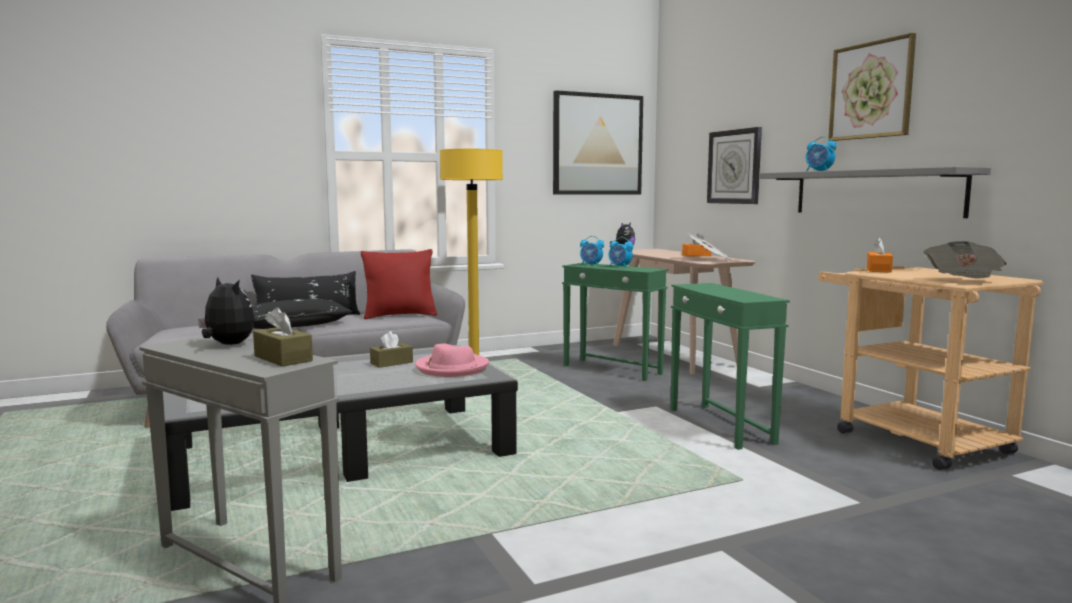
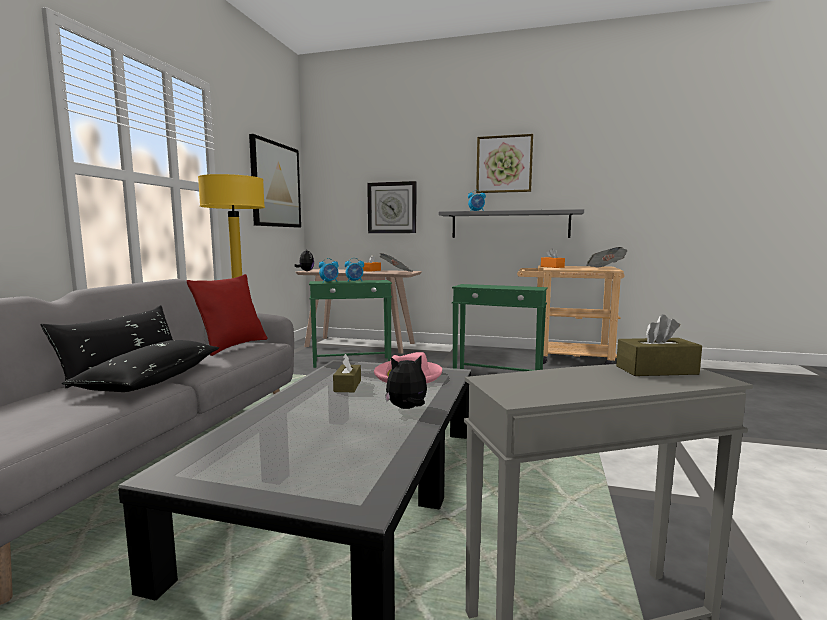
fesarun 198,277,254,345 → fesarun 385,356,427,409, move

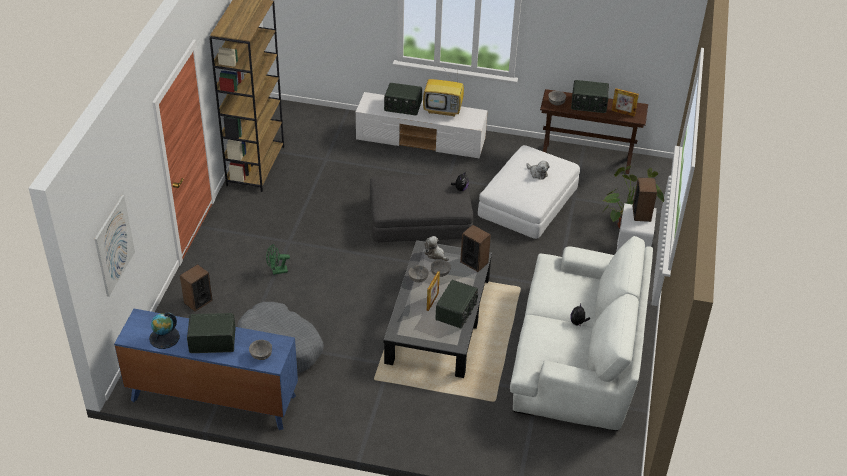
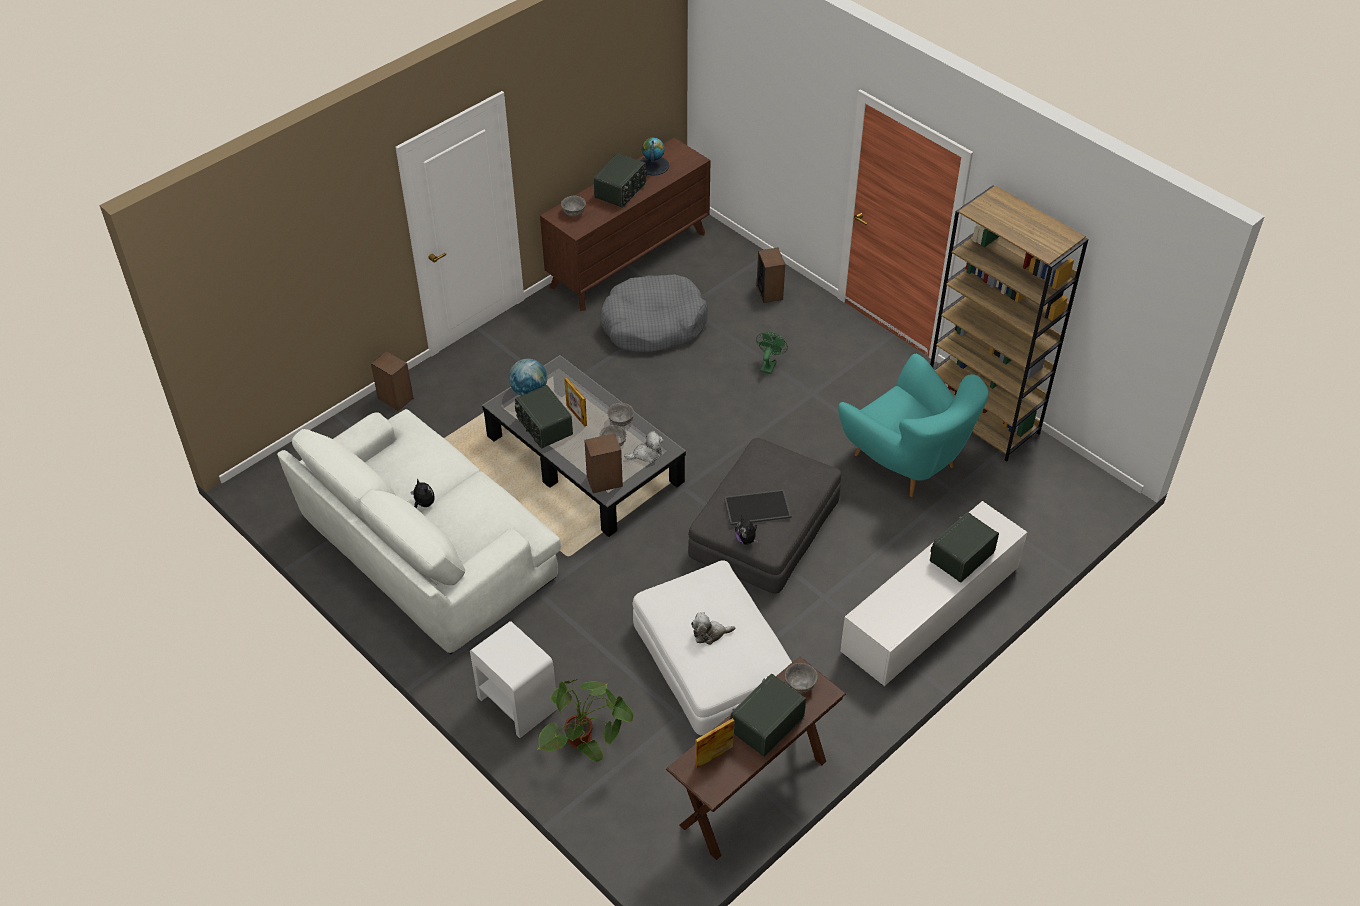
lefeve 423,72,464,117 → -
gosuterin 633,177,657,222 → gosuterin 371,351,413,411, move
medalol 95,195,135,297 → -
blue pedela 114,309,298,430 → brown pedela 540,138,711,311
- → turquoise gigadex 838,354,989,497
- → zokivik 509,359,547,396
- → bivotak 724,489,791,525

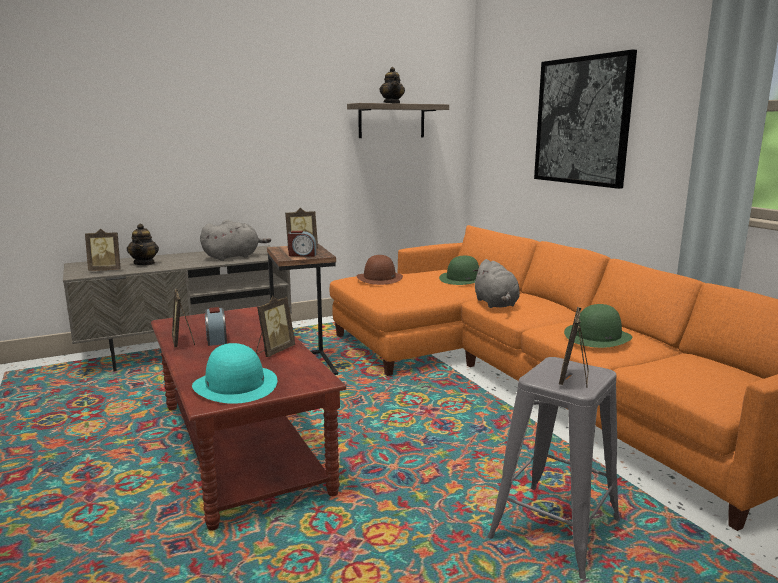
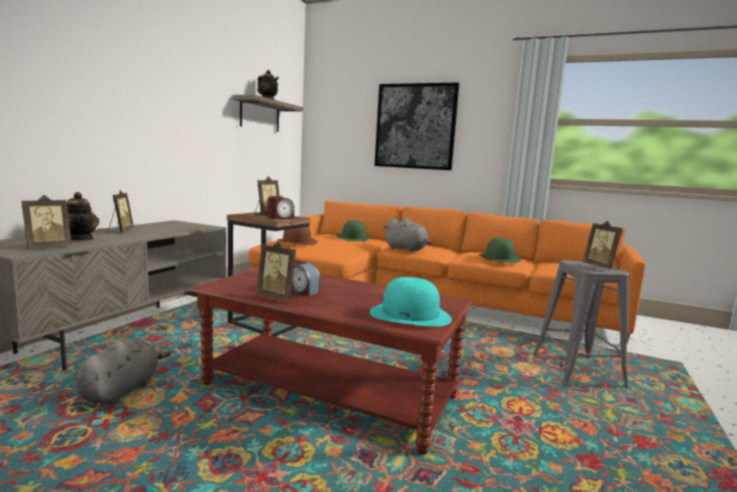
grey fesarun 200,220,271,261 → grey fesarun 76,339,171,404, move
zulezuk 256,296,295,357 → zulezuk 108,190,134,233, move

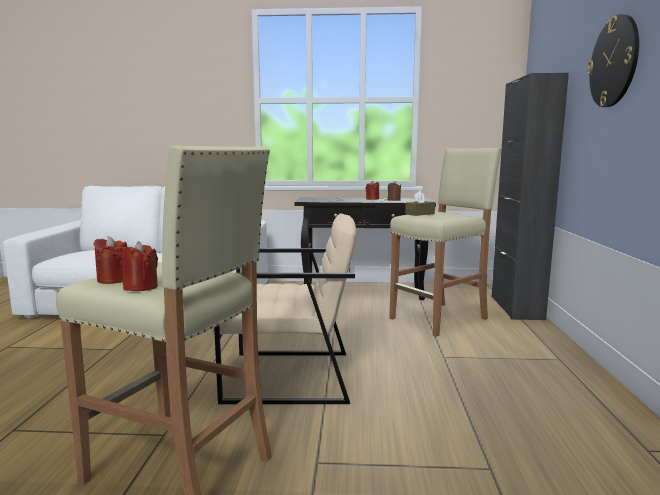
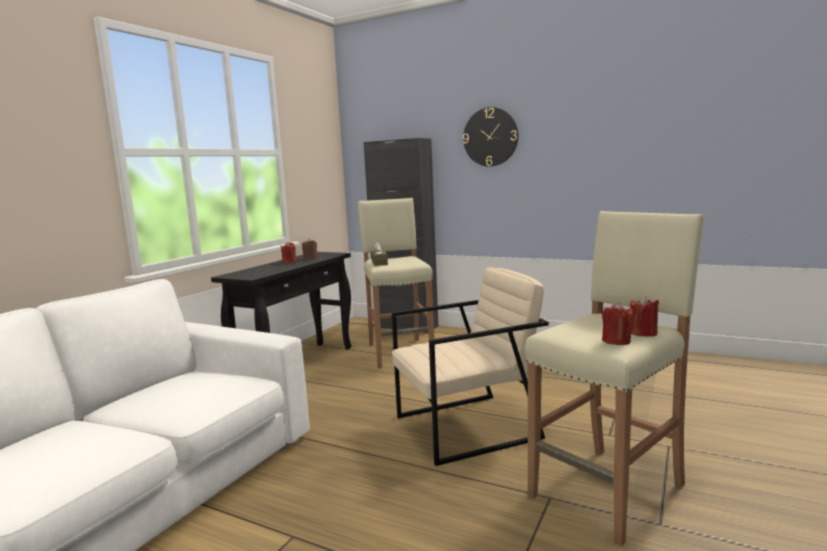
beige gigadex 212,213,356,404 → beige gigadex 391,267,549,466, 45 degrees clockwise

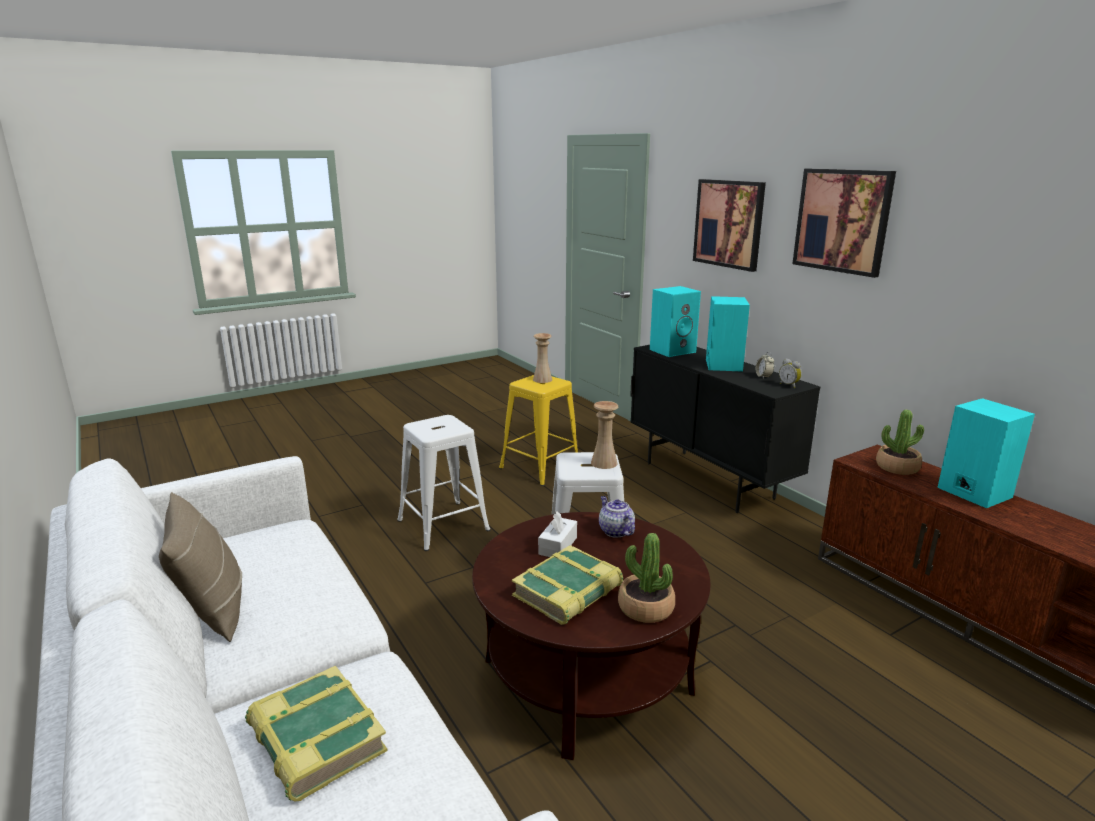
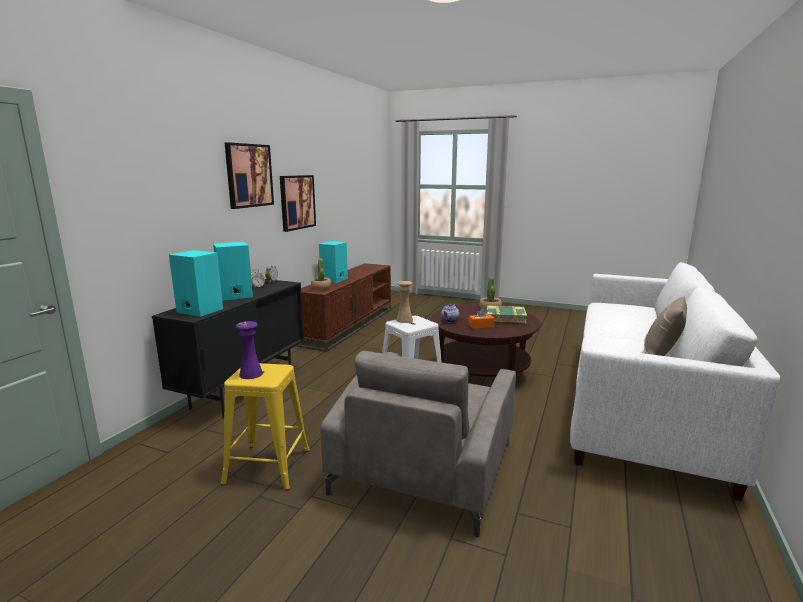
medalol 693,179,766,272 → medalol 280,175,316,232, move
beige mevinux 533,333,552,383 → purple mevinux 236,321,263,379
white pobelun 397,415,490,551 → grey gigadex 321,351,516,537
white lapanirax 538,511,577,557 → orange lapanirax 468,308,495,329
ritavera 245,666,388,802 → -

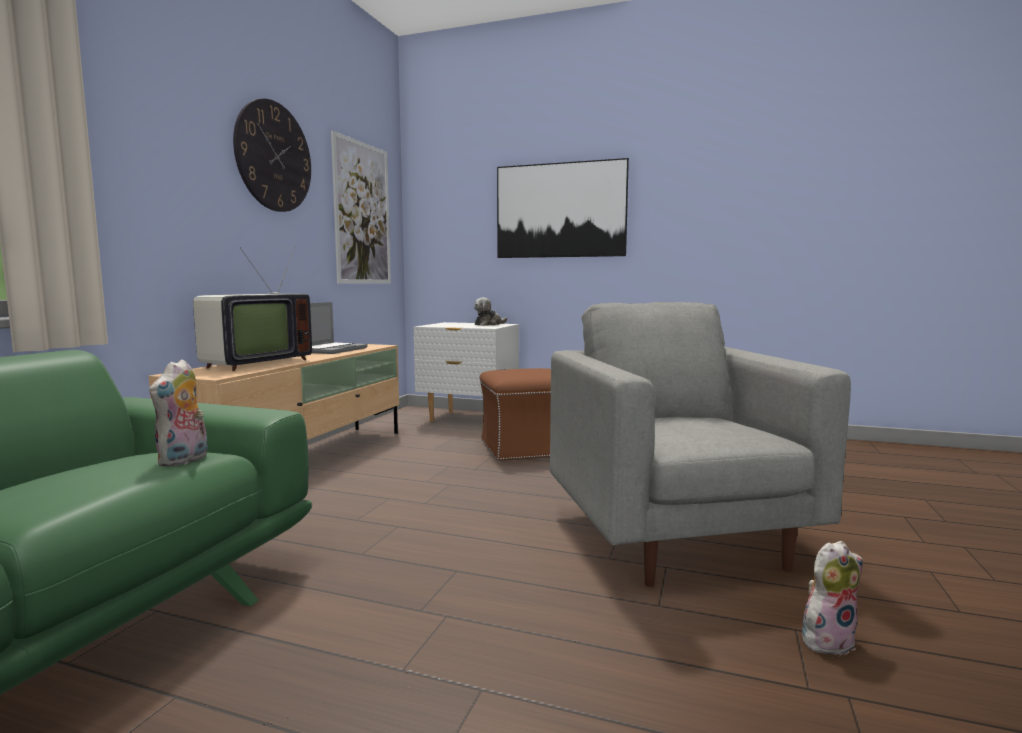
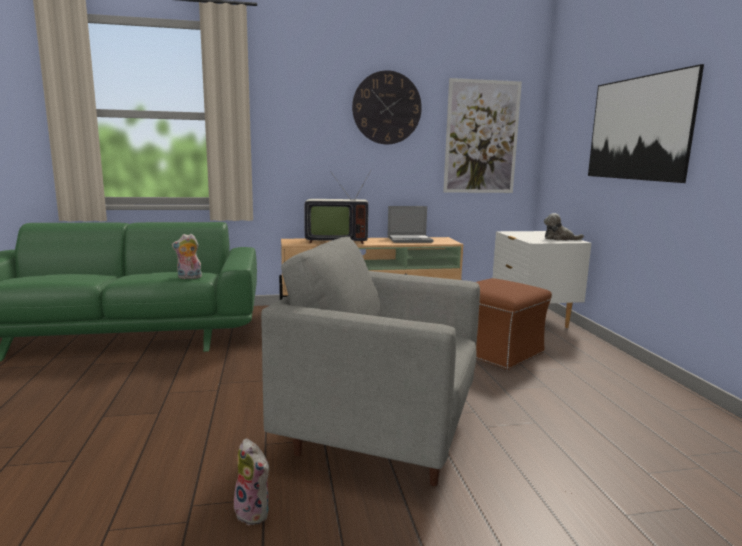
grey gigadex 550,302,851,587 → grey gigadex 261,237,480,486, 120 degrees counterclockwise

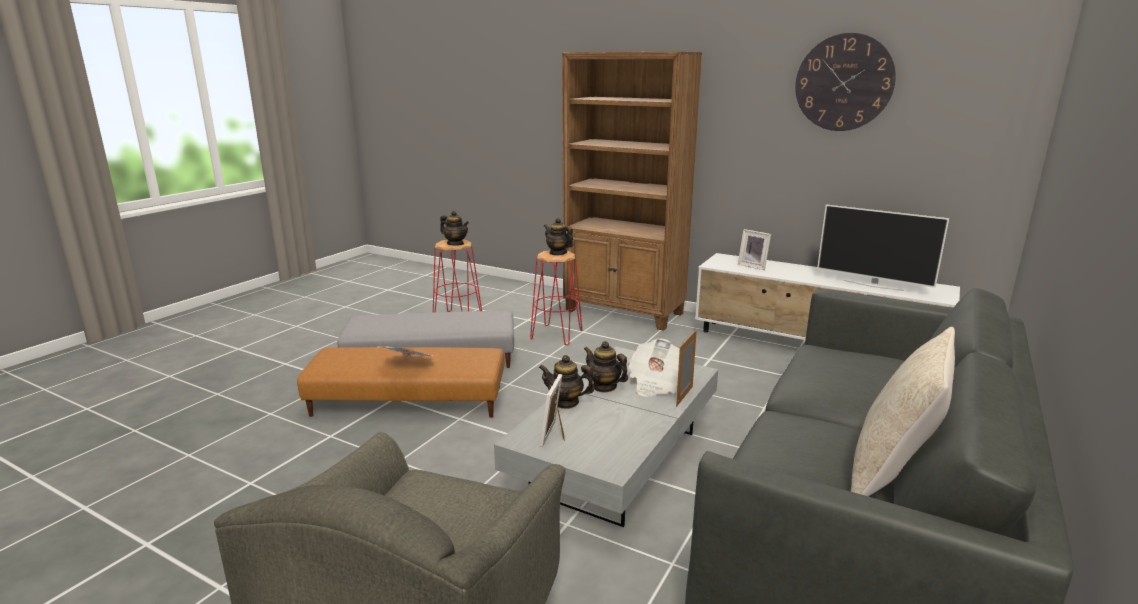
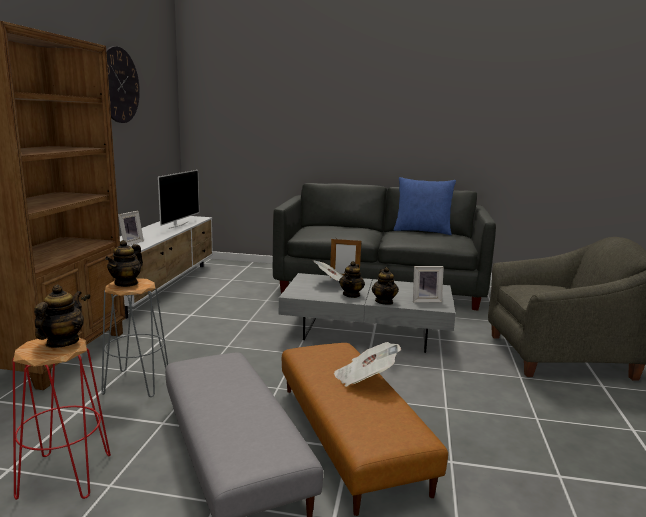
red pobelun 530,250,582,345 → grey pobelun 101,278,168,397
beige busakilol 851,327,955,496 → blue busakilol 394,177,456,235

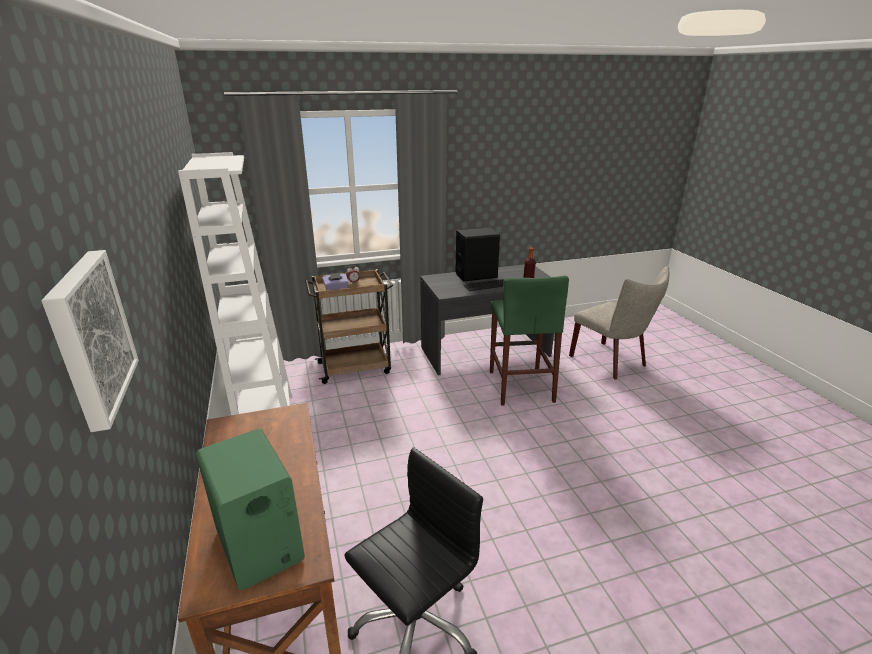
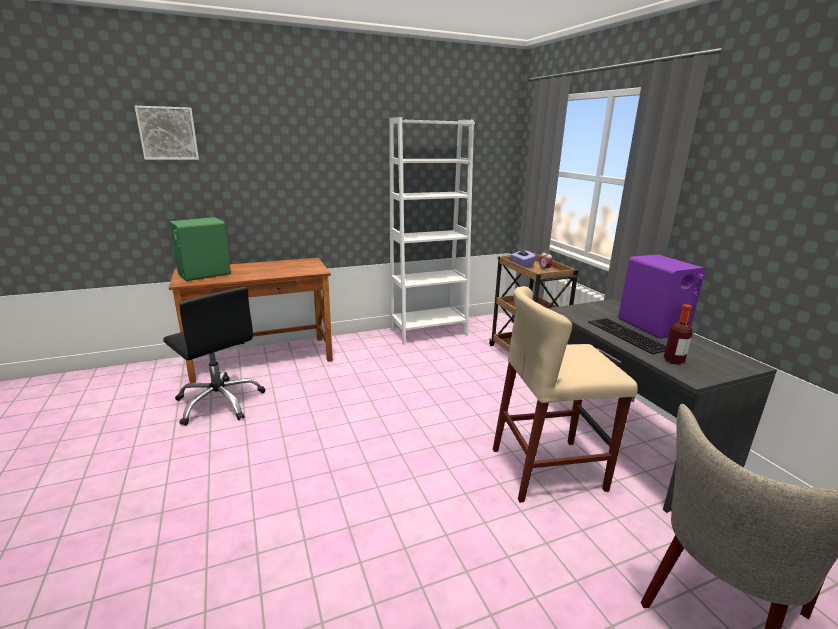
black gosuterin 456,228,500,282 → purple gosuterin 618,254,705,339
green pobelun 490,276,569,406 → beige pobelun 493,286,638,503

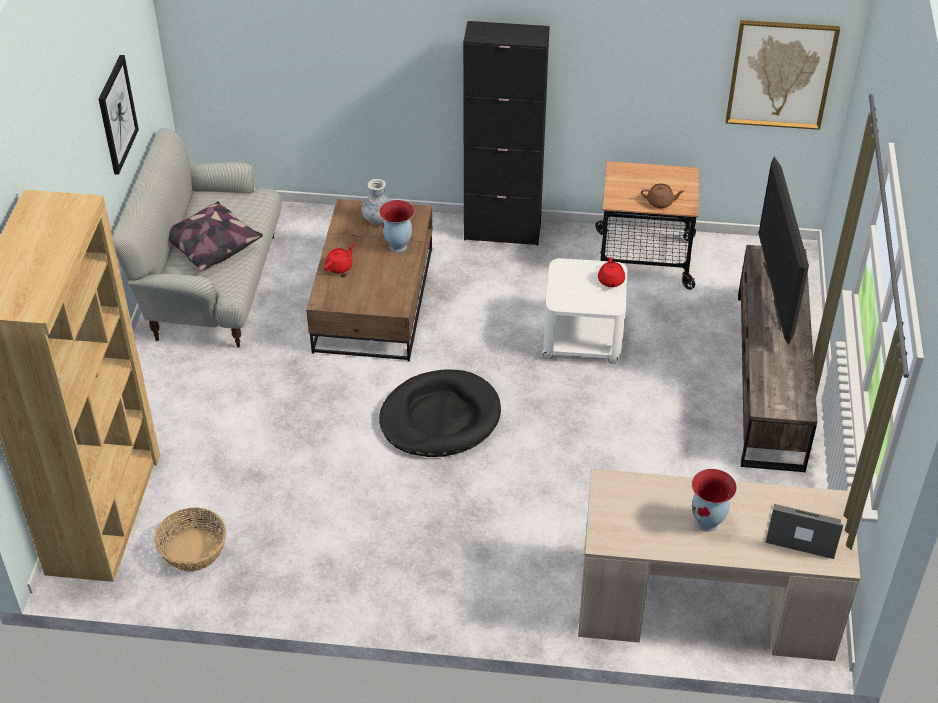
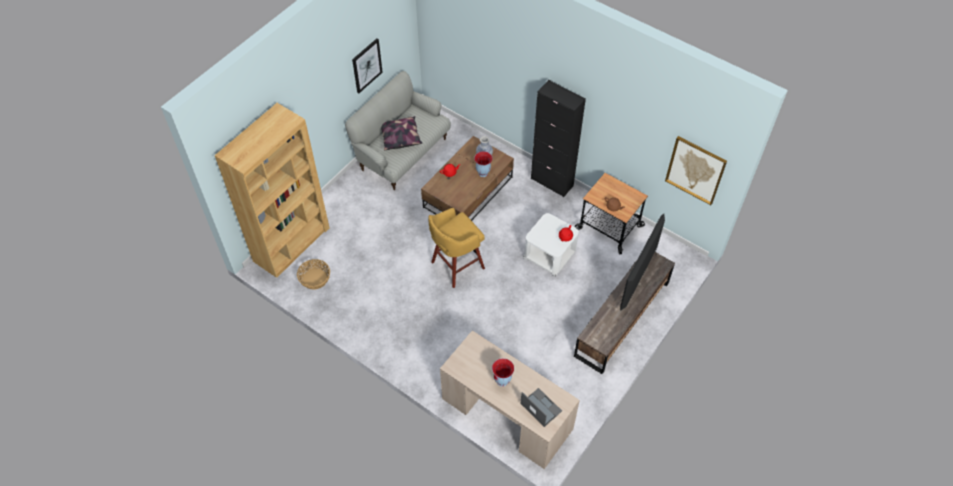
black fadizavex 379,369,501,457 → yellow pobelun 428,208,485,288

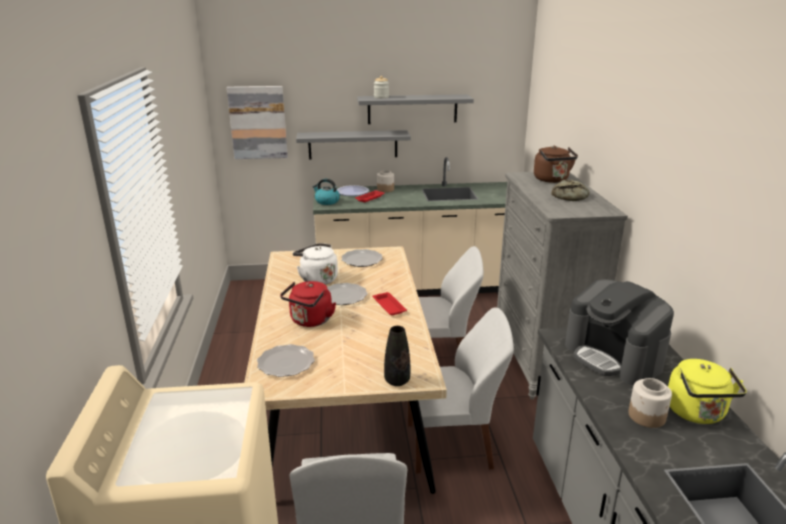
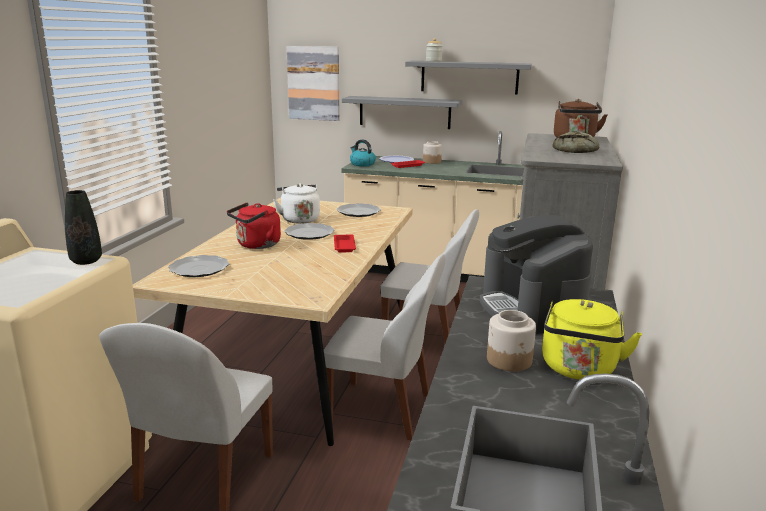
black mevinux 384,326,410,386 → black mevinux 65,190,102,265, move

